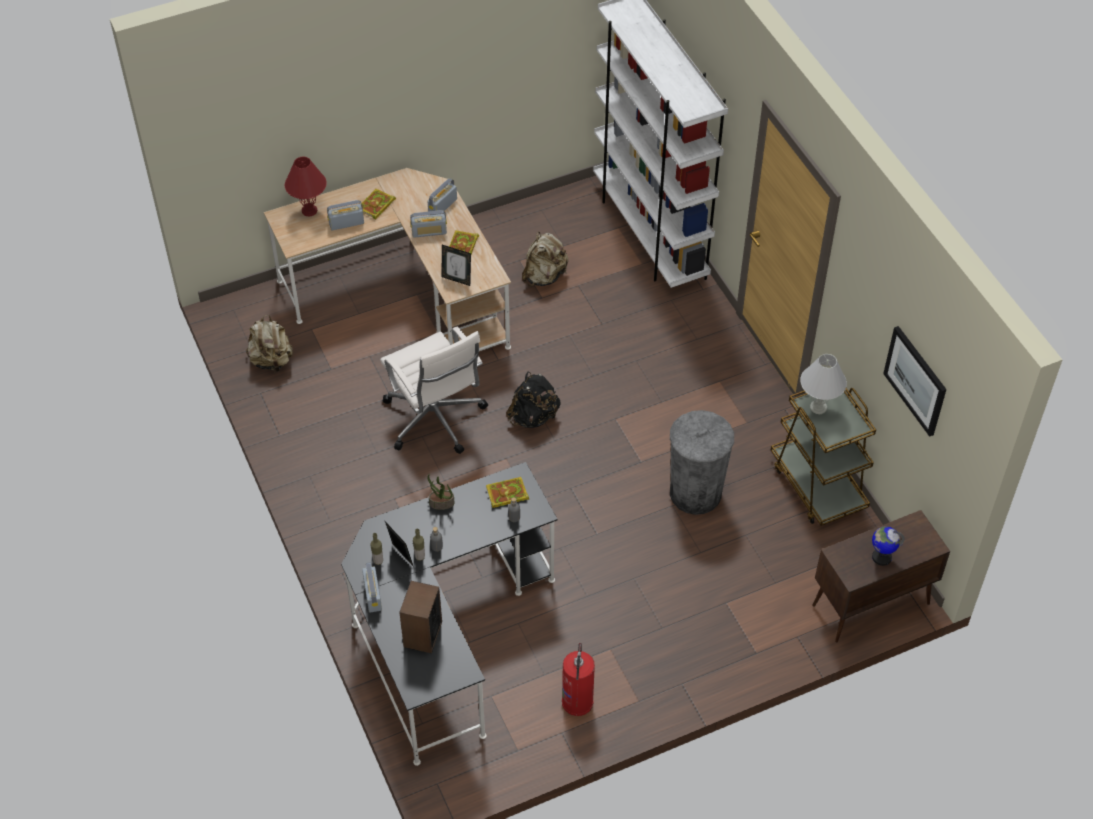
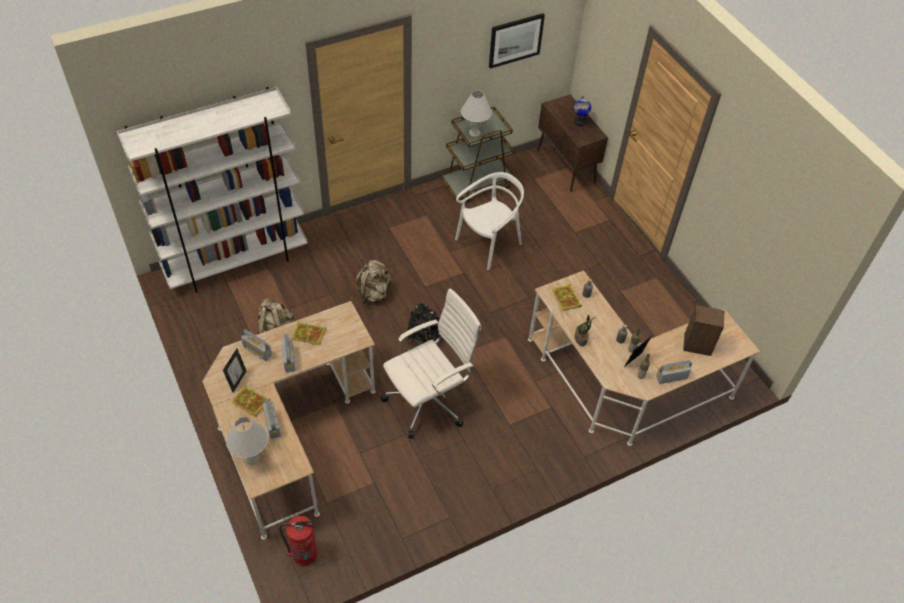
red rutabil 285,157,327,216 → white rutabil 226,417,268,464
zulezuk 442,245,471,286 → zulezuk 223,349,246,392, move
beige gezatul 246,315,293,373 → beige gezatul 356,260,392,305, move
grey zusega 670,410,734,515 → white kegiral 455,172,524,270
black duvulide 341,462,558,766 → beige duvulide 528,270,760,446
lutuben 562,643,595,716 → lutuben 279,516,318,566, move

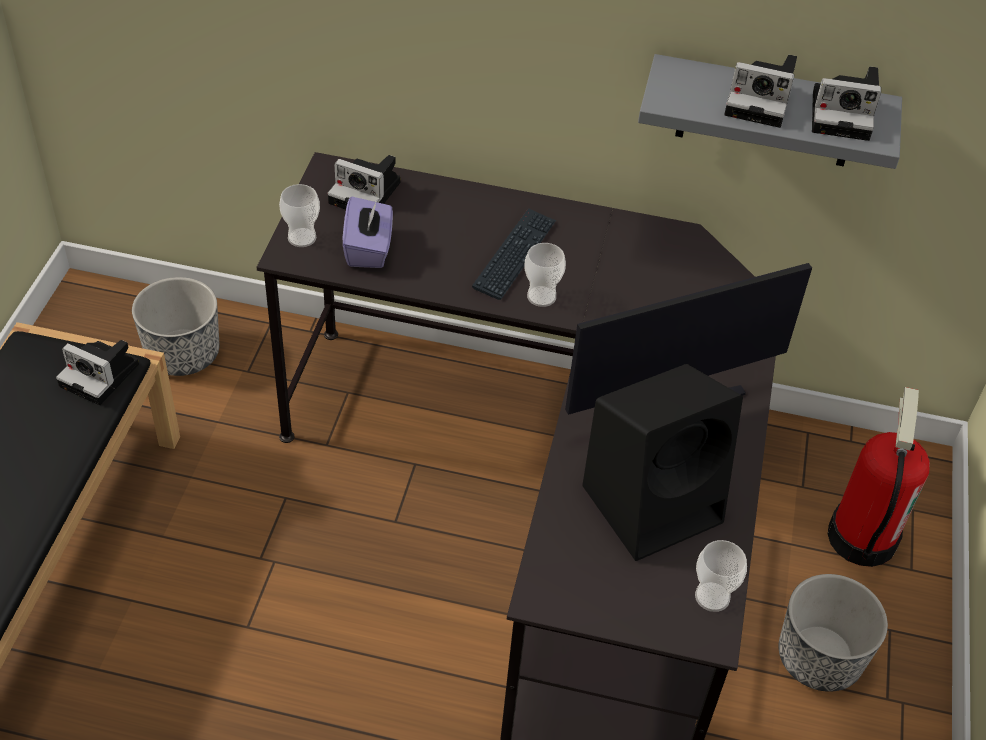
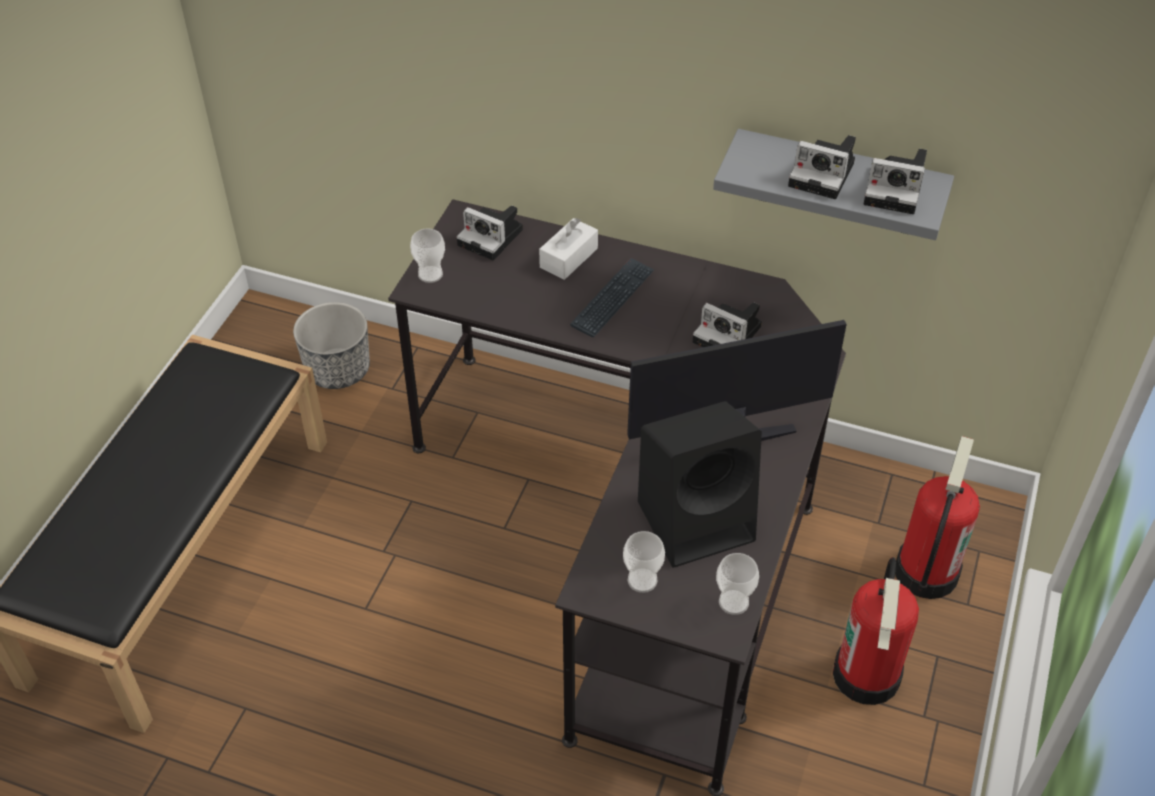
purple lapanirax 343,197,393,268 → -
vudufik 524,243,566,307 → vudufik 623,531,665,593, move
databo 56,340,139,405 → databo 693,302,762,347, move
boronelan 778,574,888,692 → lutuben 833,557,919,705
- → white lapanirax 539,218,598,280

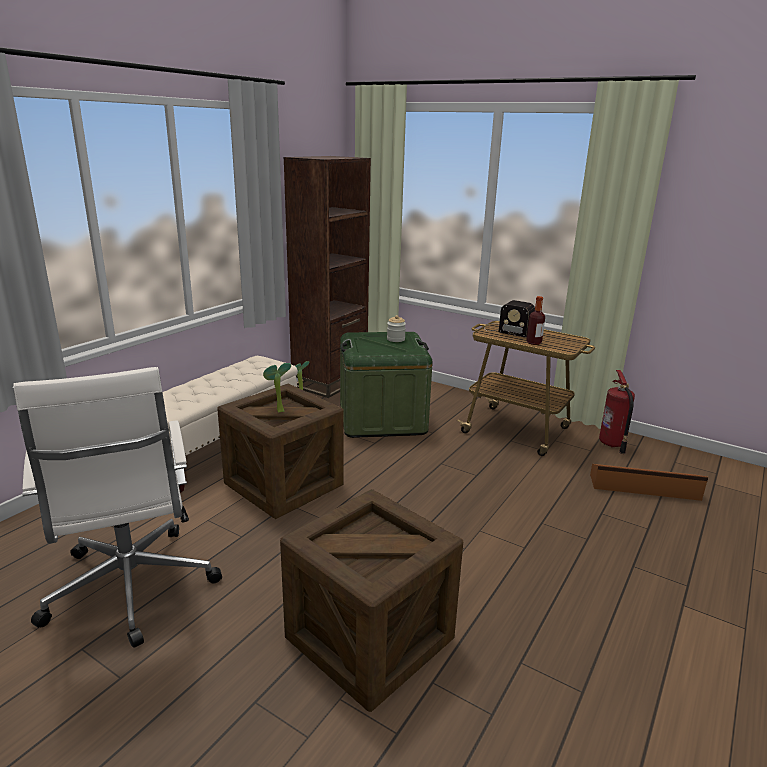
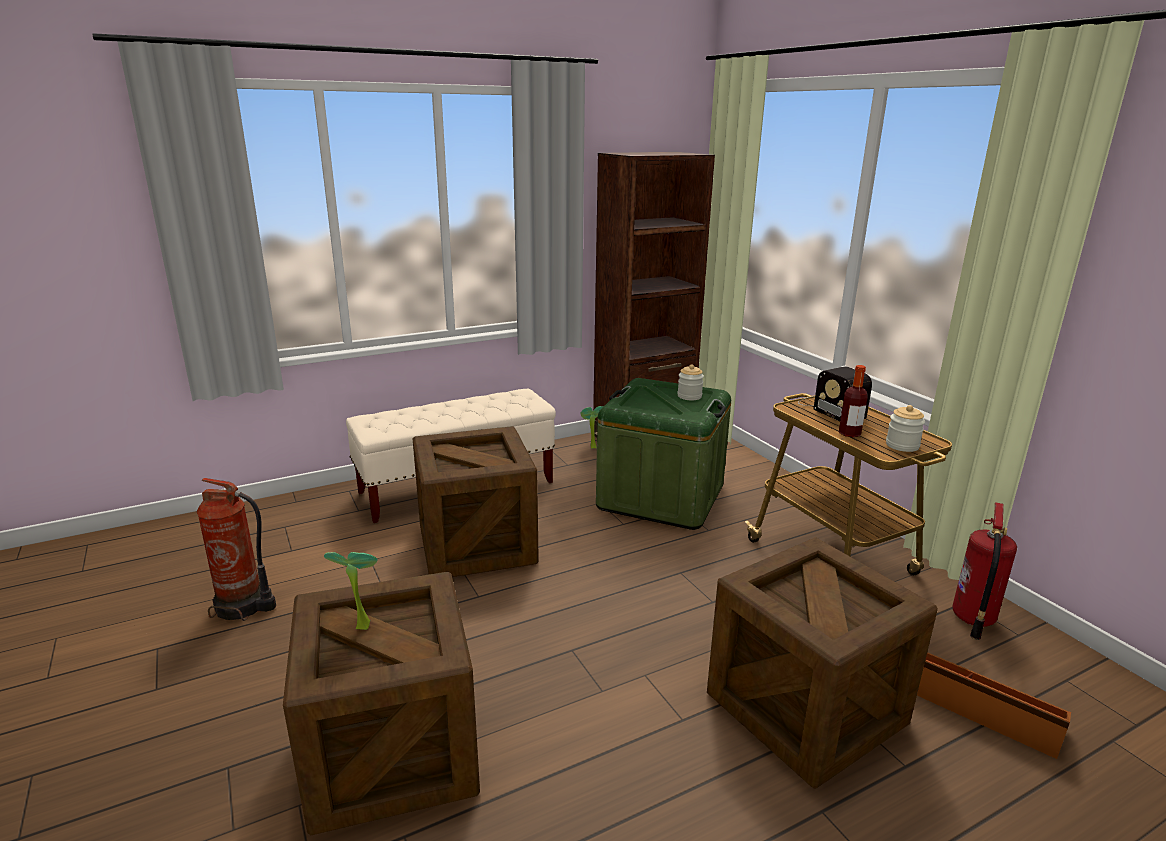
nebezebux 263,363,291,413 → nebezebux 324,552,378,630, move
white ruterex 13,367,222,648 → lutuben 196,478,276,621
- → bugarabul 886,405,925,452
- → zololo 707,537,938,788

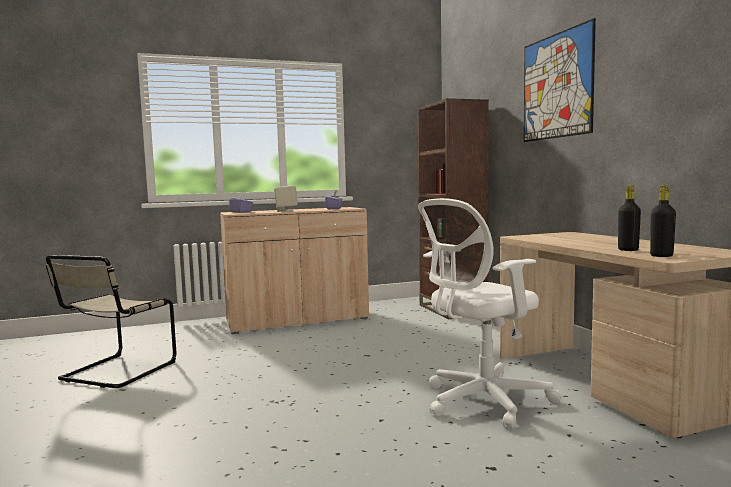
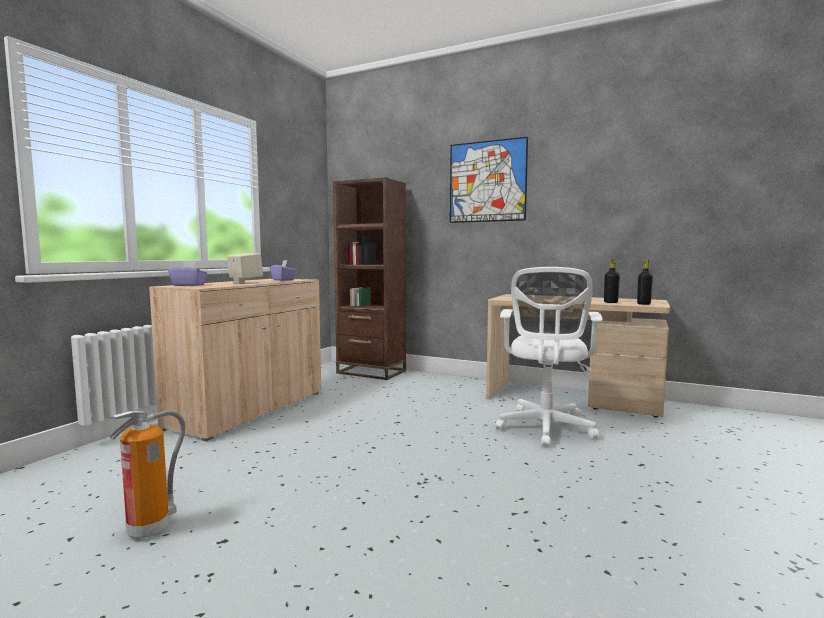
beige kegiral 46,255,176,388 → lutuben 110,410,185,540

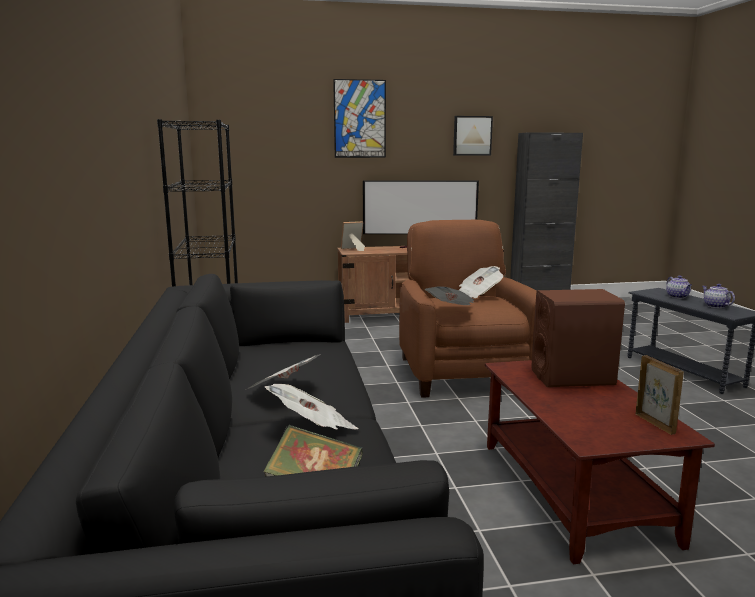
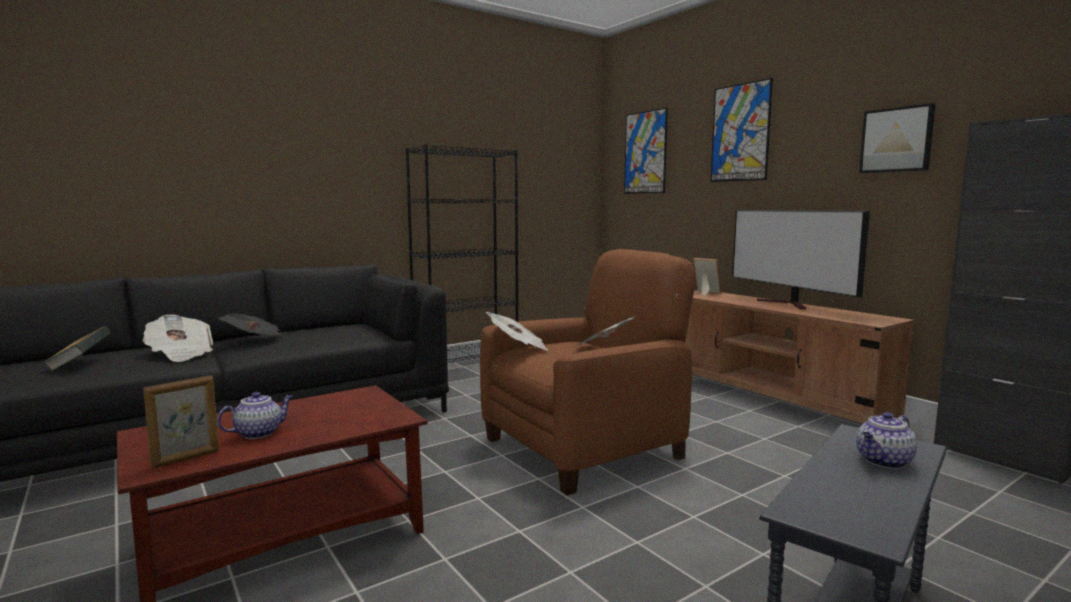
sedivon 702,284,735,308 → sedivon 217,392,293,439, move
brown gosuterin 531,289,625,387 → -
- → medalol 624,108,668,194

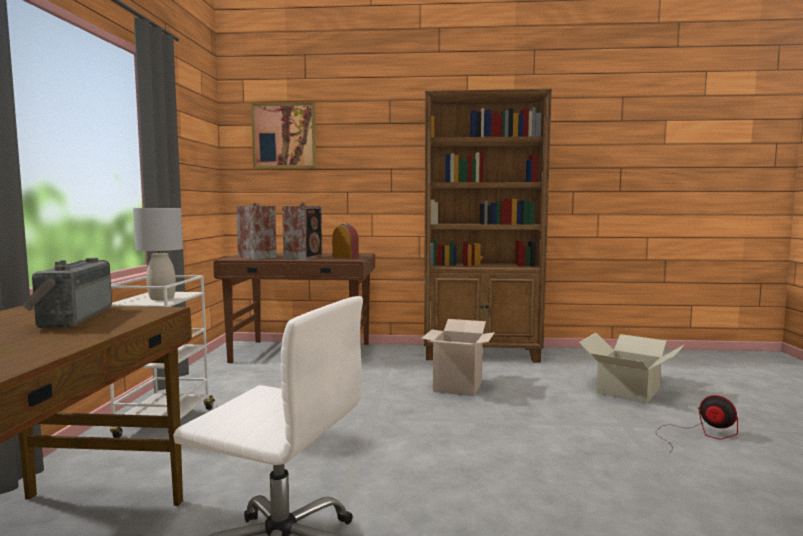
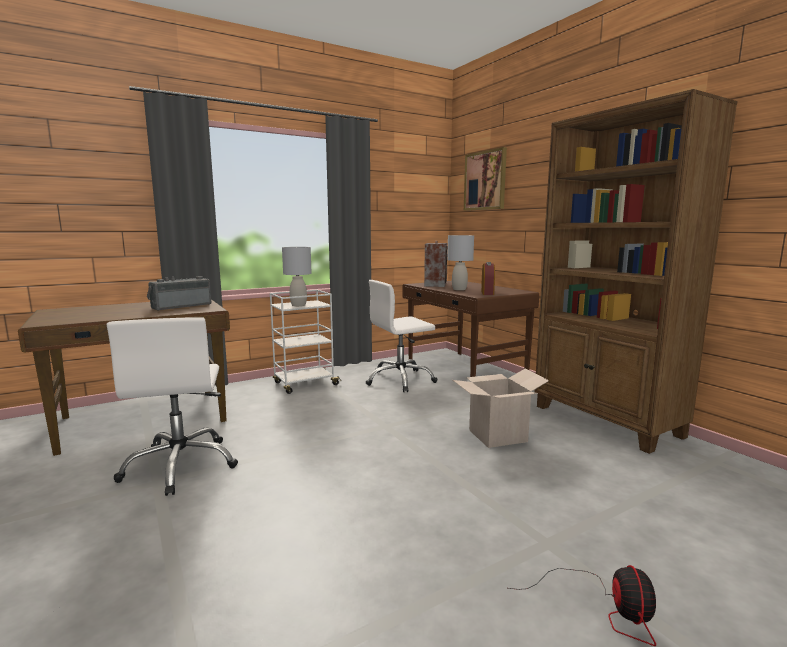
gosuterin 282,203,323,260 → grey rutabil 447,235,474,290
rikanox 578,333,684,404 → -
- → white ruterex 366,280,438,392

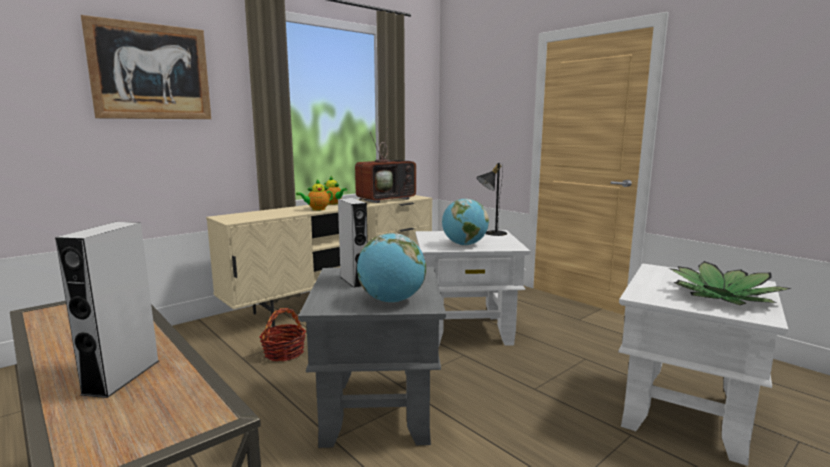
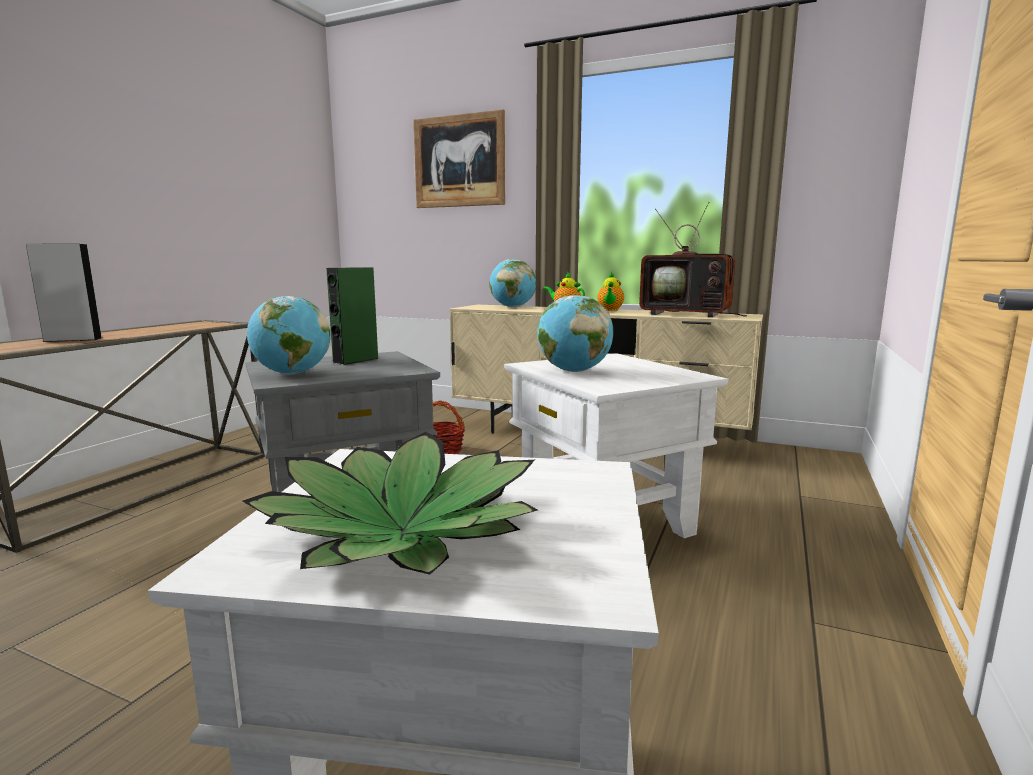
black rutabil 476,163,507,236 → -
grey gosuterin 338,198,368,288 → green gosuterin 326,267,379,365
- → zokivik 489,259,536,307

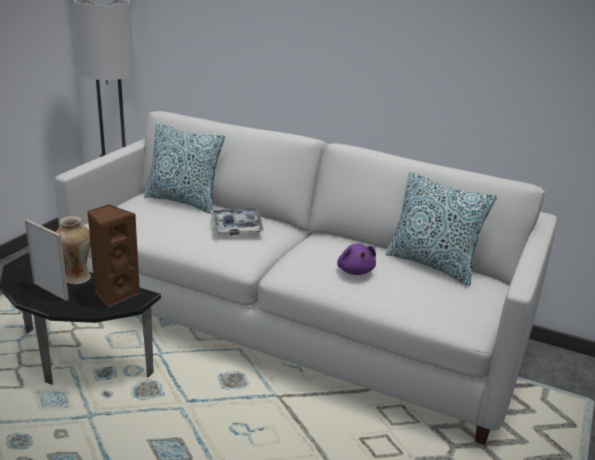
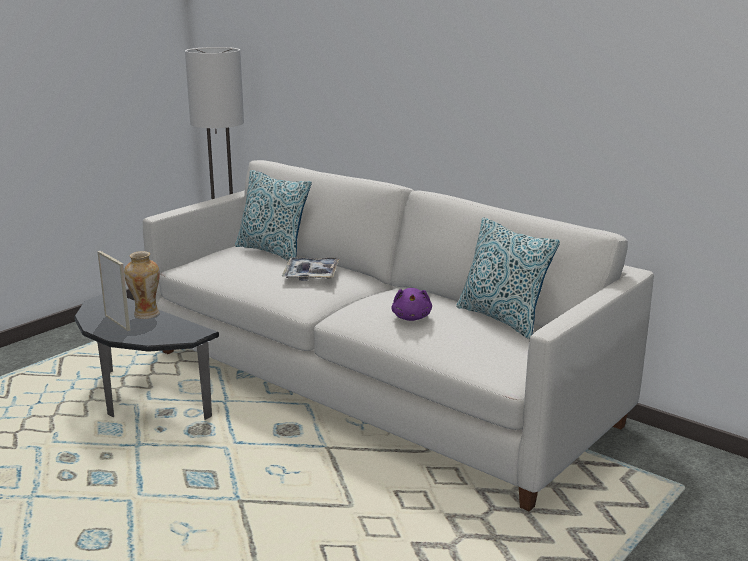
brown gosuterin 87,204,140,307 → -

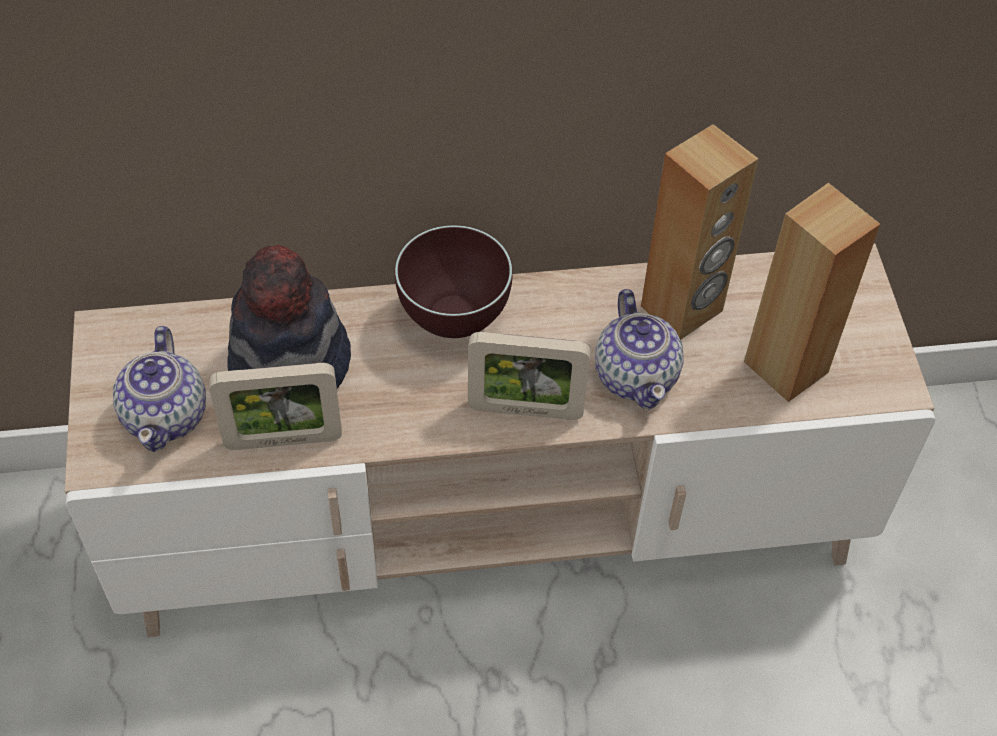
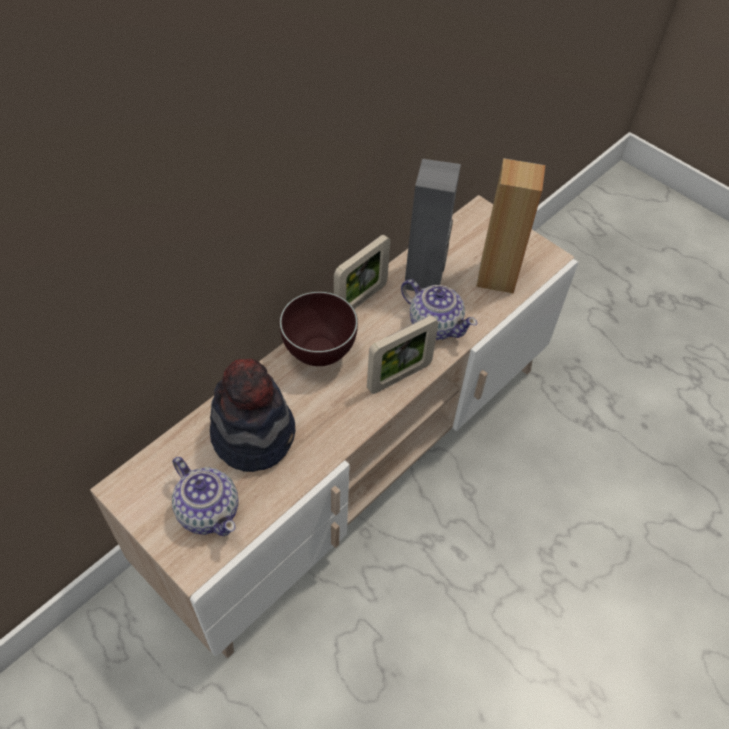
brown gosuterin 641,124,759,340 → grey gosuterin 405,159,461,291
zulezuk 209,363,342,450 → zulezuk 334,235,391,309, move

